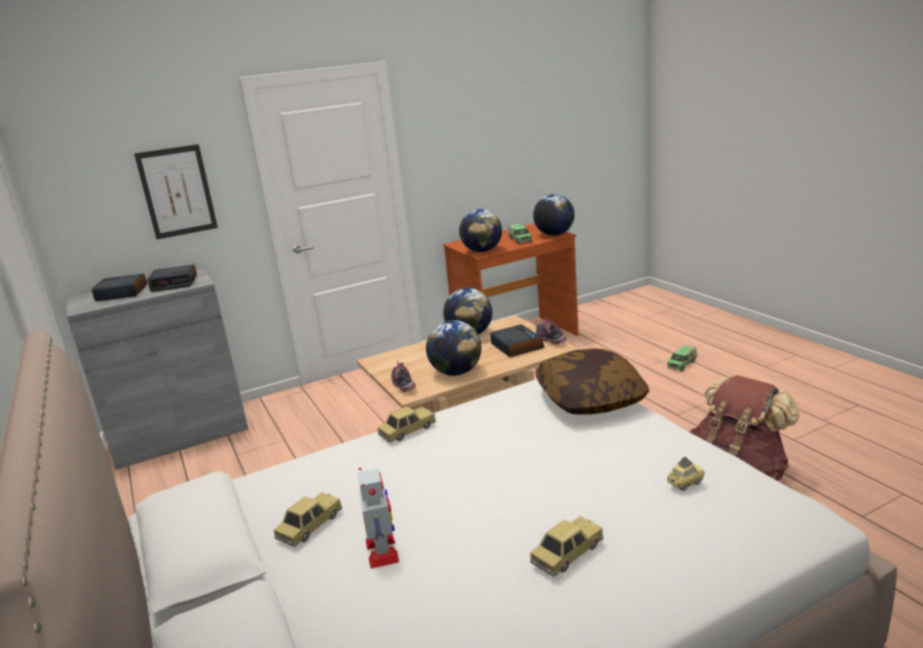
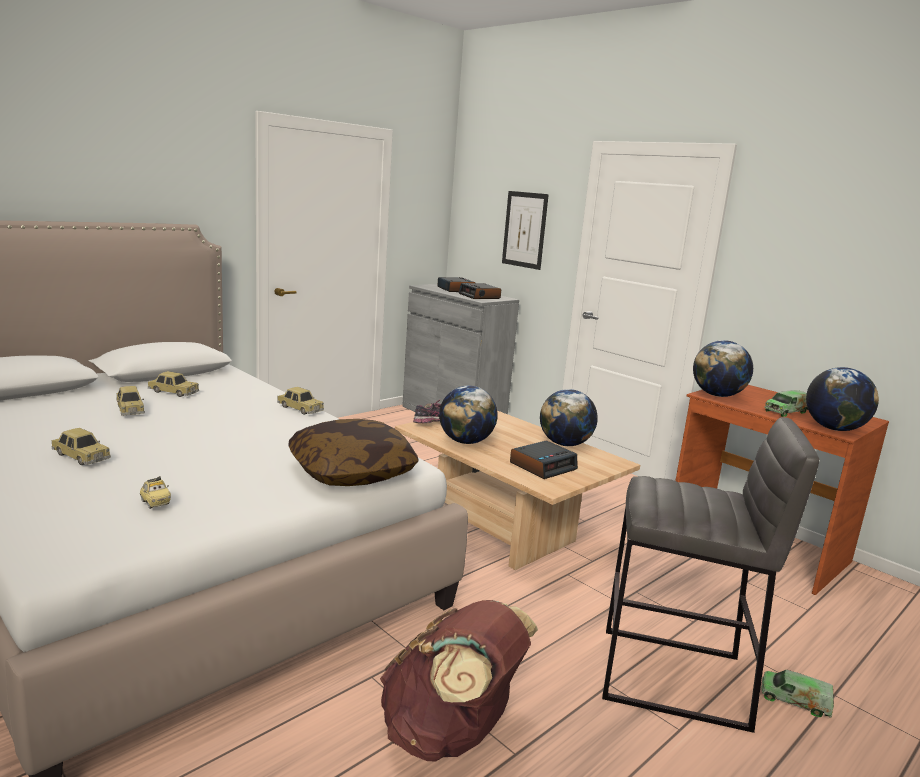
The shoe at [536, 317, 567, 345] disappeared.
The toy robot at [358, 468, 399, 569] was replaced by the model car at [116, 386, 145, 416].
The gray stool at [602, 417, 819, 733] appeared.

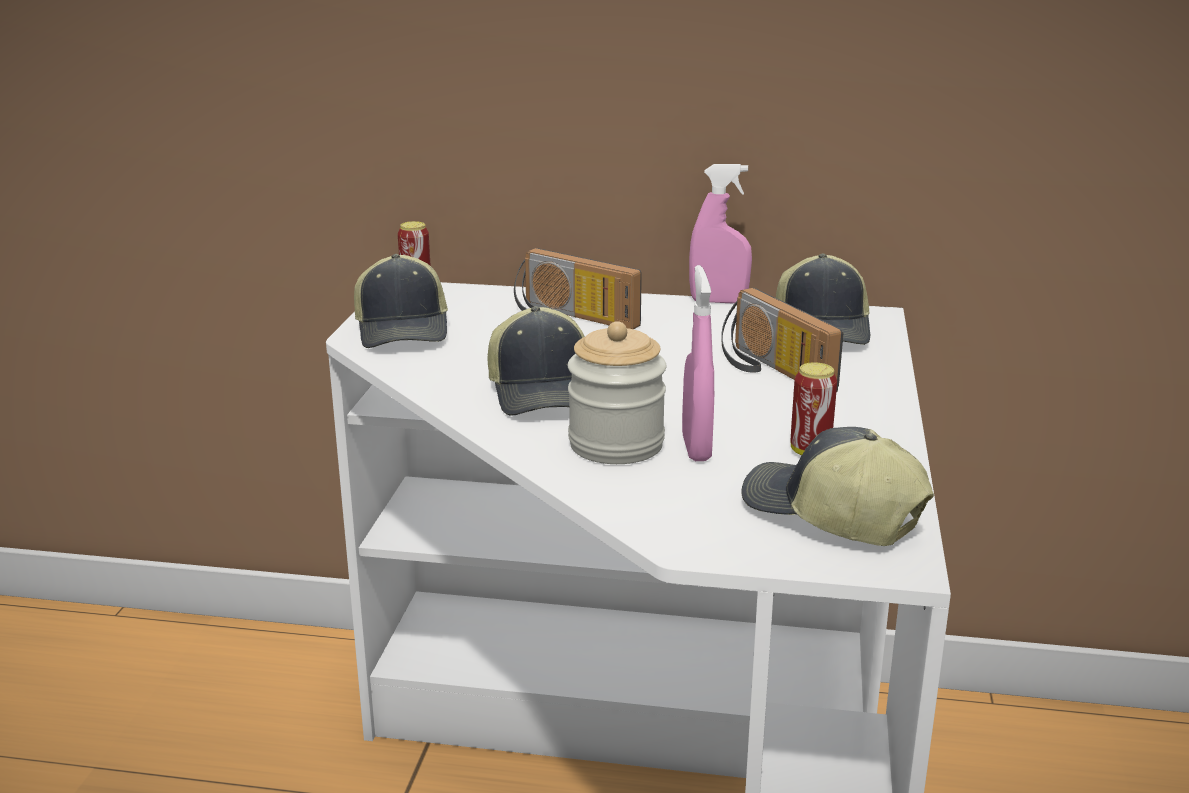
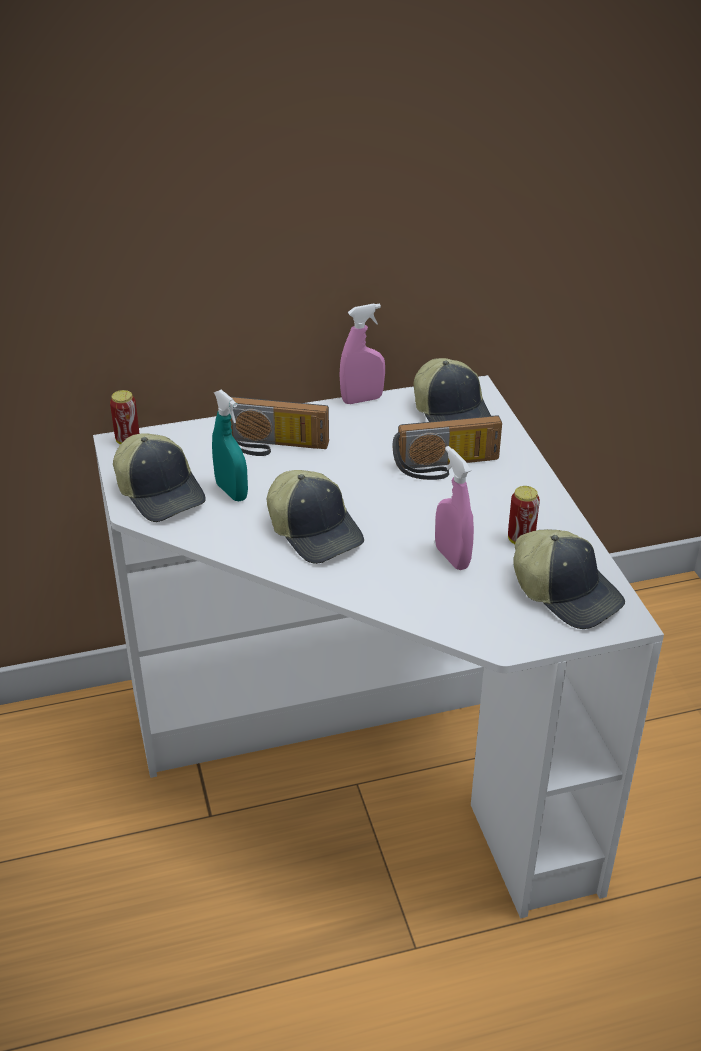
The radio set at [721, 288, 843, 392] turned 45 degrees counterclockwise.
The preserve jar at [568, 321, 667, 464] disappeared.
The baseball cap at [742, 427, 934, 546] turned 150 degrees counterclockwise.
The turquoise-coloured spray bottle at [212, 390, 248, 501] appeared.

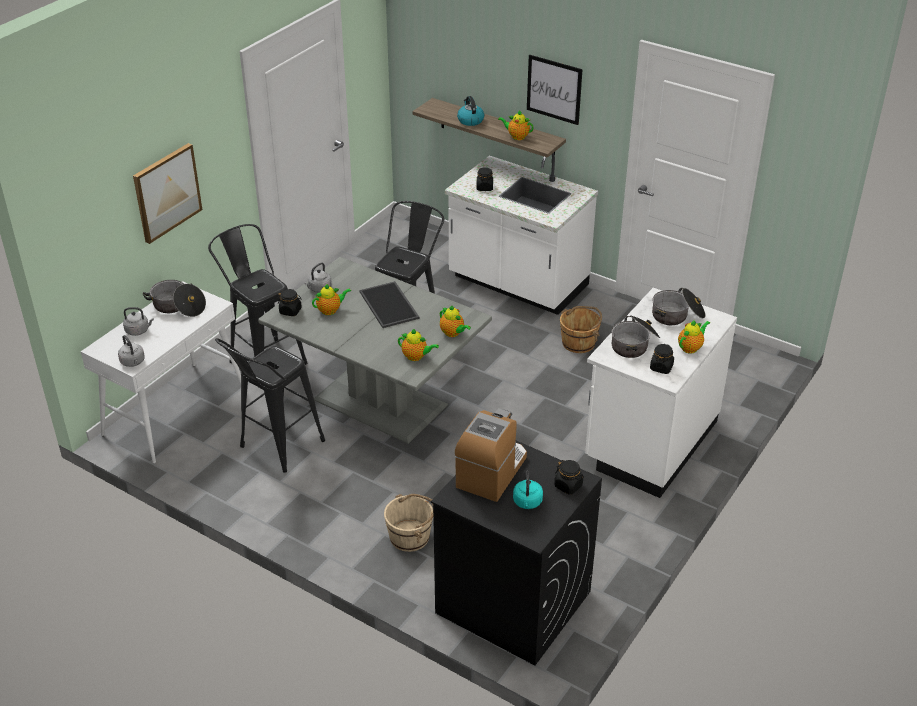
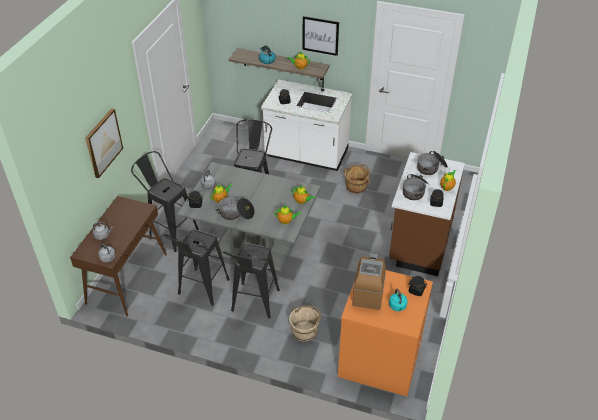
The cooking pot moved from [143, 280, 206, 317] to [215, 197, 255, 220].
The white console table at [81, 281, 241, 463] became the brown-coloured console table at [70, 196, 167, 316].
The carrying tray at [359, 281, 419, 328] disappeared.
The white counter at [585, 288, 737, 498] became the brown-coloured counter at [389, 152, 465, 276].
The blackish laundry appliance at [431, 441, 602, 665] became the orange-coloured laundry appliance at [338, 270, 433, 397].
The blackish stool at [223, 243, 280, 318] appeared.

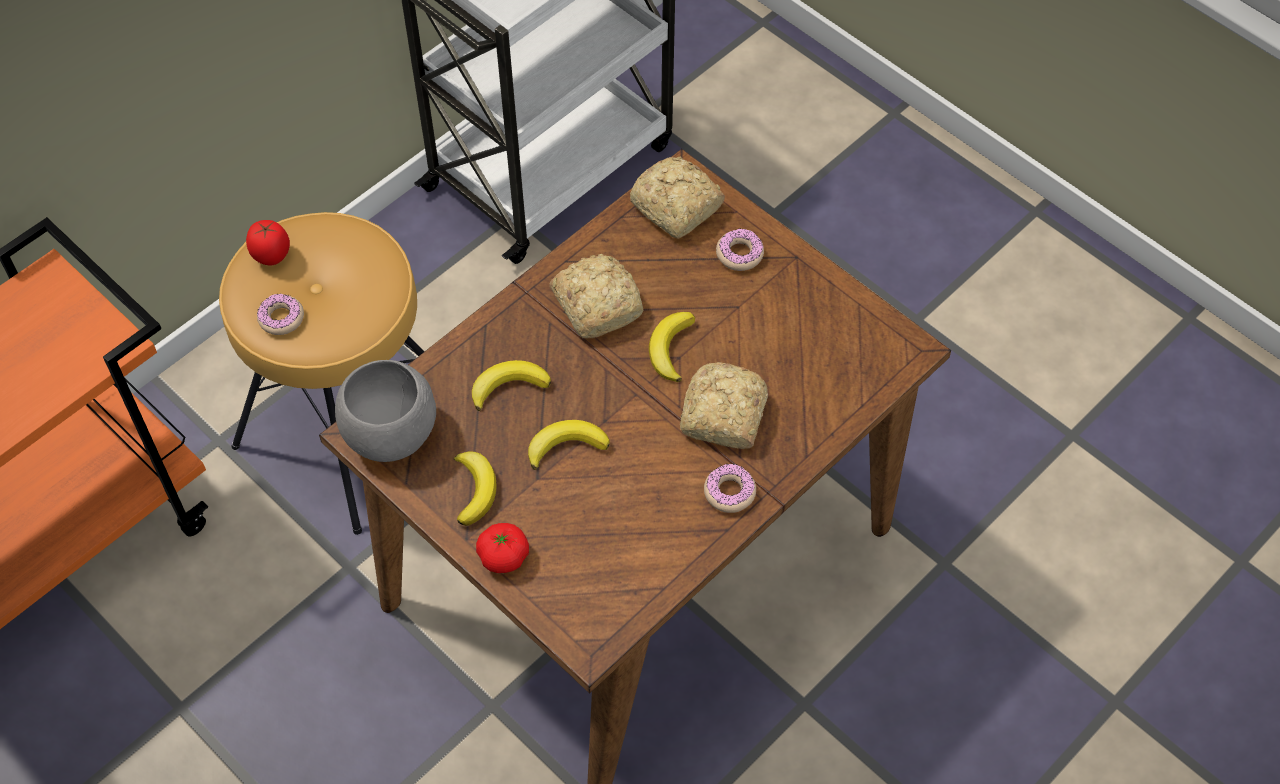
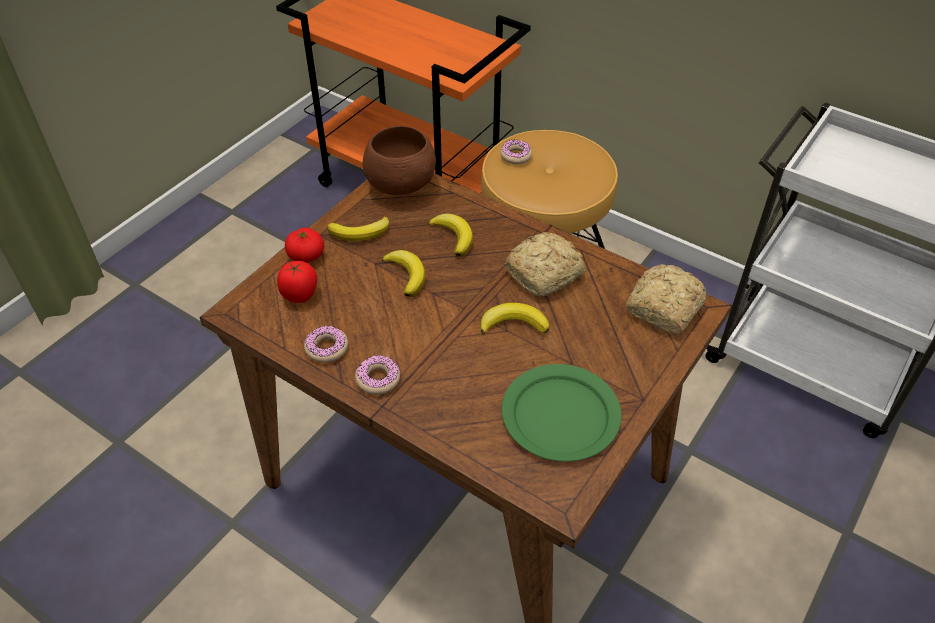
The tomato moved from [246, 220, 290, 266] to [277, 261, 317, 303].
The doughnut moved from [716, 229, 764, 271] to [304, 326, 348, 363].
The gray bowl at [335, 360, 436, 462] became the brown-coloured bowl at [363, 126, 436, 195].
The bakery bread at [680, 362, 768, 449] disappeared.
The greenish dinner plate at [502, 364, 622, 462] appeared.

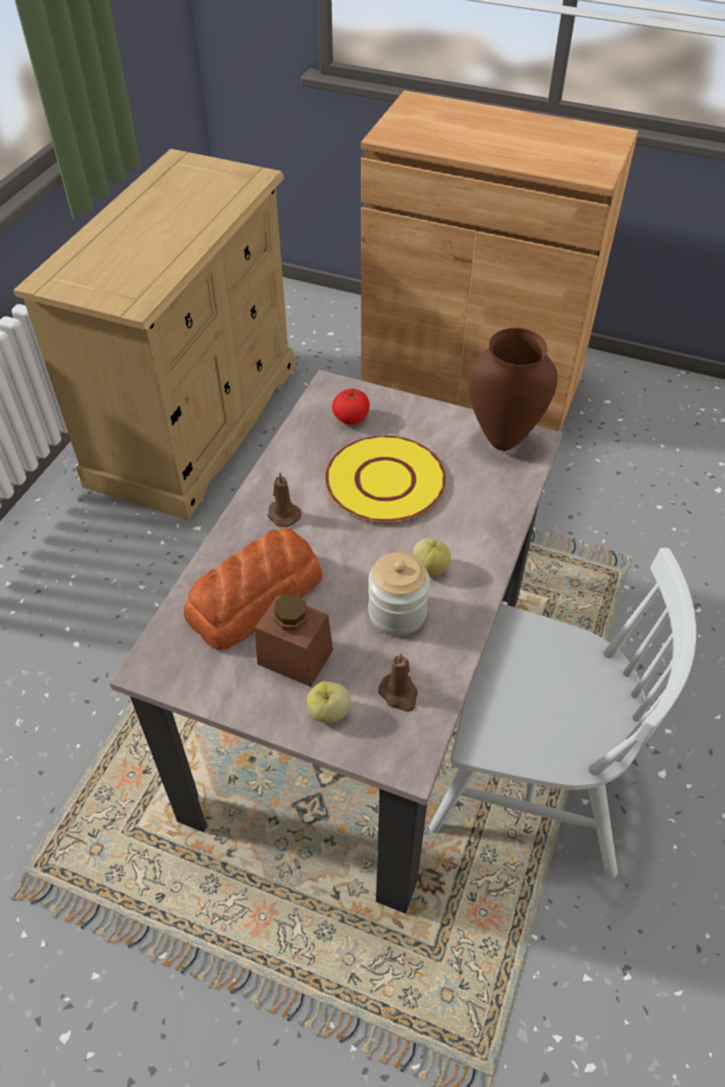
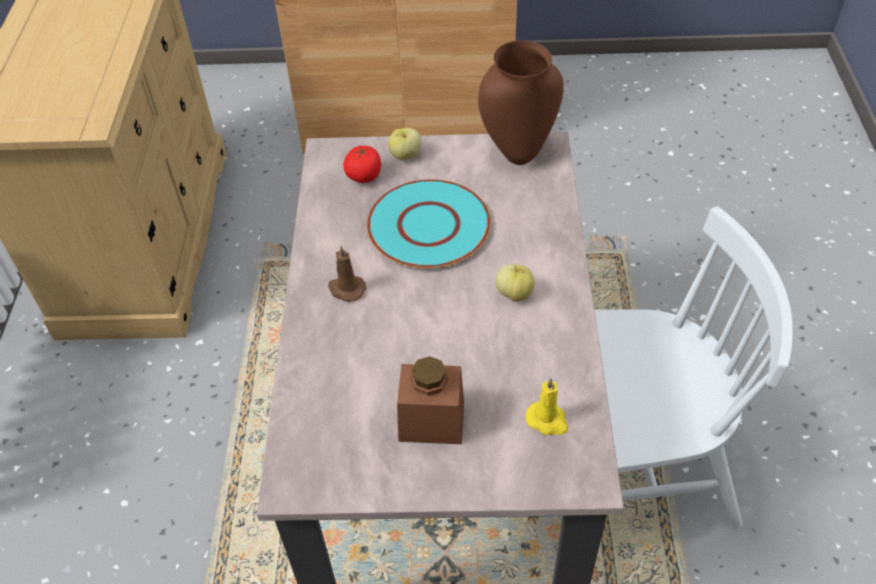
The yellow dinner plate at [325, 435, 446, 522] became the turquoise-coloured dinner plate at [367, 179, 491, 268].
The bakery bread at [184, 527, 323, 650] disappeared.
The preserve jar at [368, 552, 430, 636] disappeared.
The brown-coloured candle at [378, 653, 418, 712] became the yellow candle at [526, 378, 568, 435].
The apple moved from [307, 681, 351, 723] to [388, 128, 422, 160].

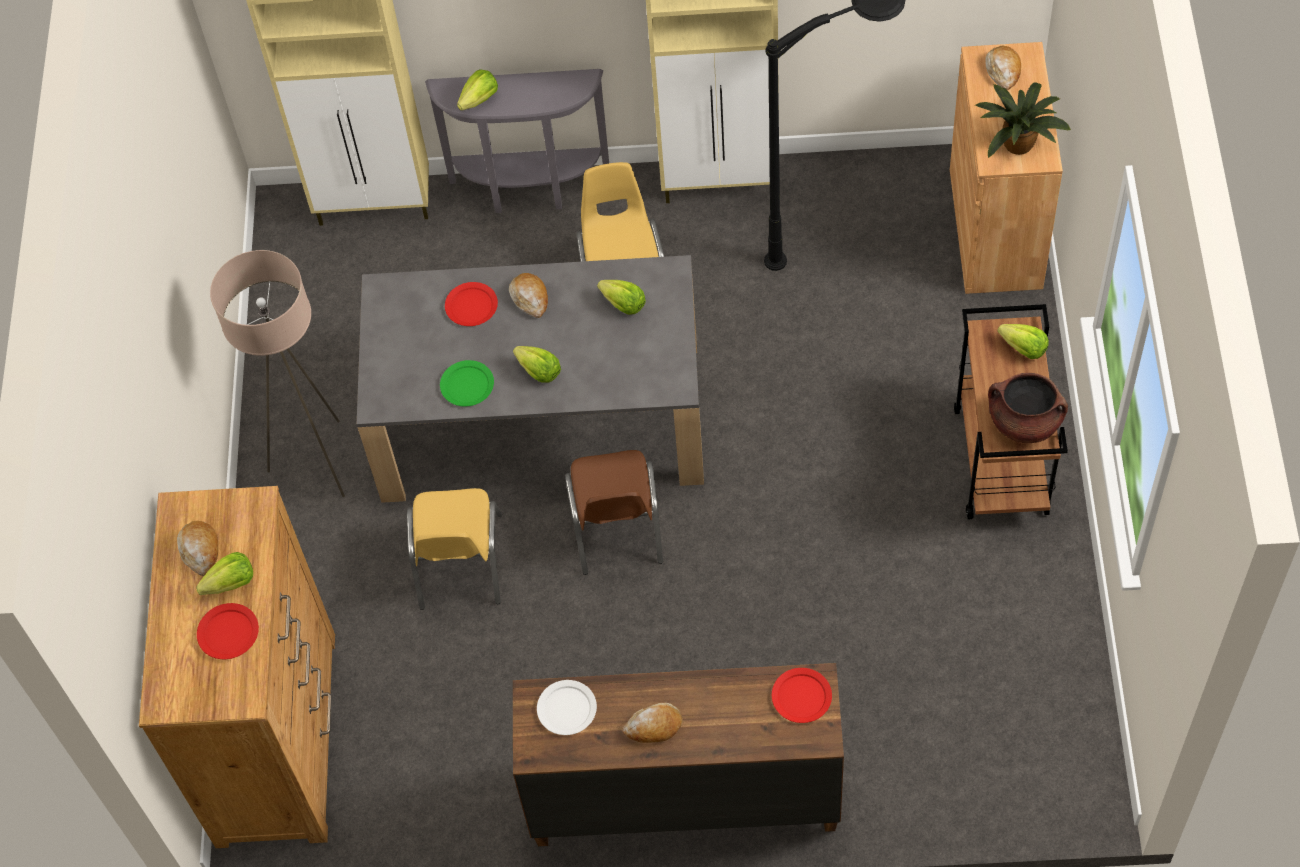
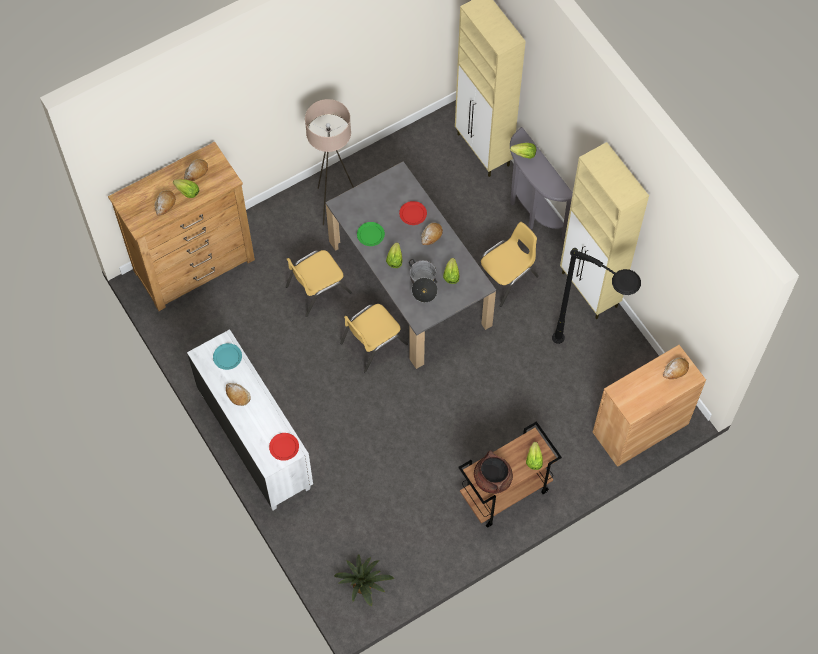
The plant in a pot moved from [975, 82, 1071, 158] to [334, 555, 394, 606].
The brown-coloured chair at [565, 450, 663, 575] became the yellow chair at [340, 304, 408, 372].
The red-coloured dinner plate at [197, 603, 259, 659] was replaced by the bakery bread at [155, 190, 176, 215].
The brown-coloured drawer chest at [513, 663, 844, 846] became the white drawer chest at [187, 329, 313, 511].
The white dinner plate at [537, 680, 597, 735] became the turquoise-coloured dinner plate at [213, 343, 242, 370].
The cooking pot at [409, 259, 438, 303] appeared.

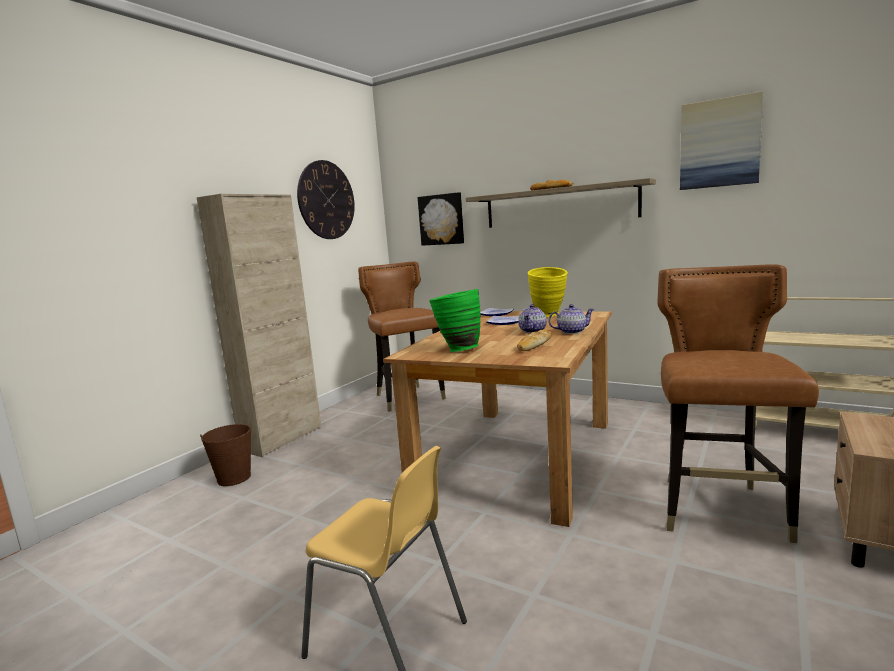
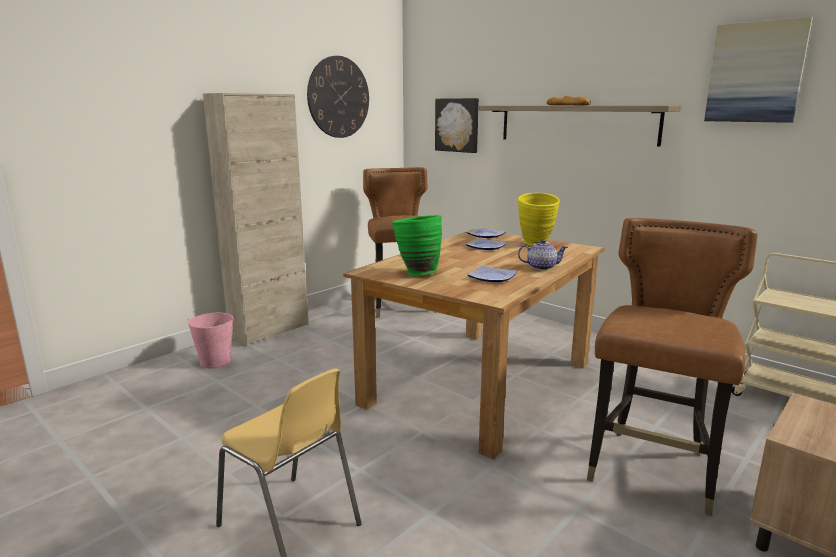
The teapot at [518, 304, 547, 333] disappeared.
The bakery bread at [517, 330, 552, 351] was replaced by the dinner plate at [467, 266, 517, 282].
The brown-coloured bucket at [200, 424, 252, 486] became the pinkish bucket at [188, 313, 233, 369].

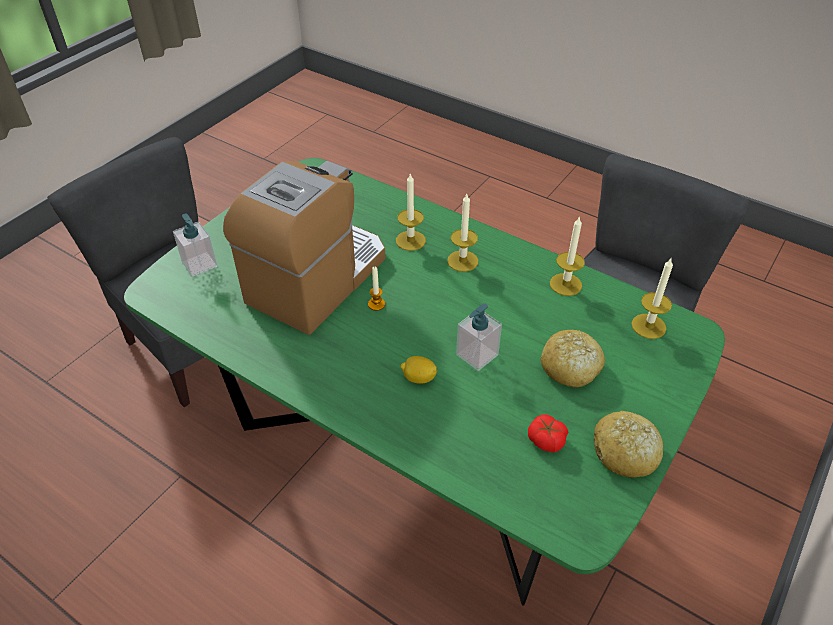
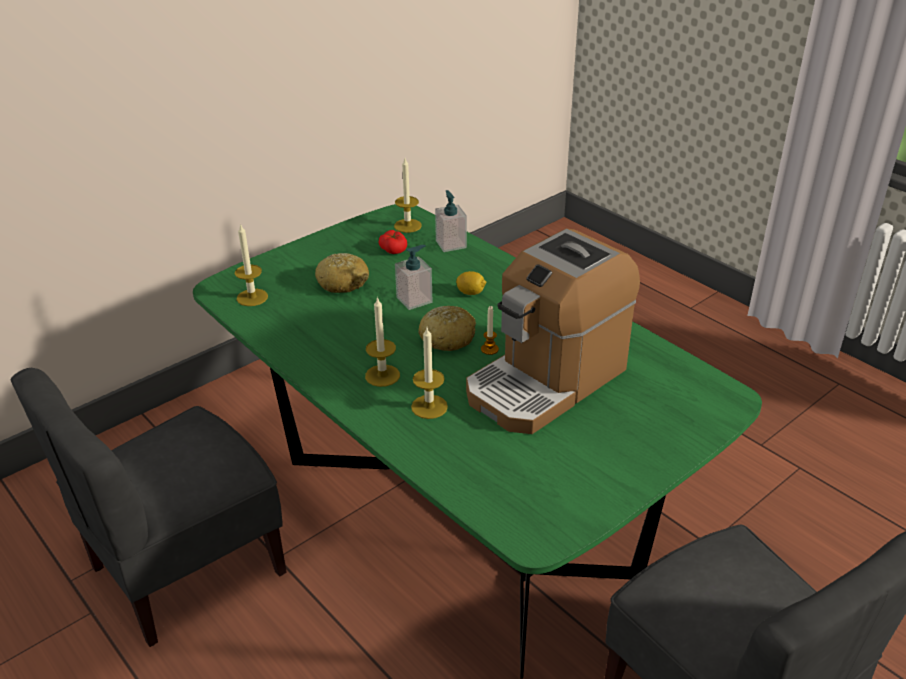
The soap dispenser moved from [173, 213, 217, 277] to [435, 190, 467, 252].
The candle moved from [550, 216, 585, 296] to [394, 158, 422, 233].
The bakery bread moved from [594, 411, 663, 477] to [418, 306, 476, 351].

